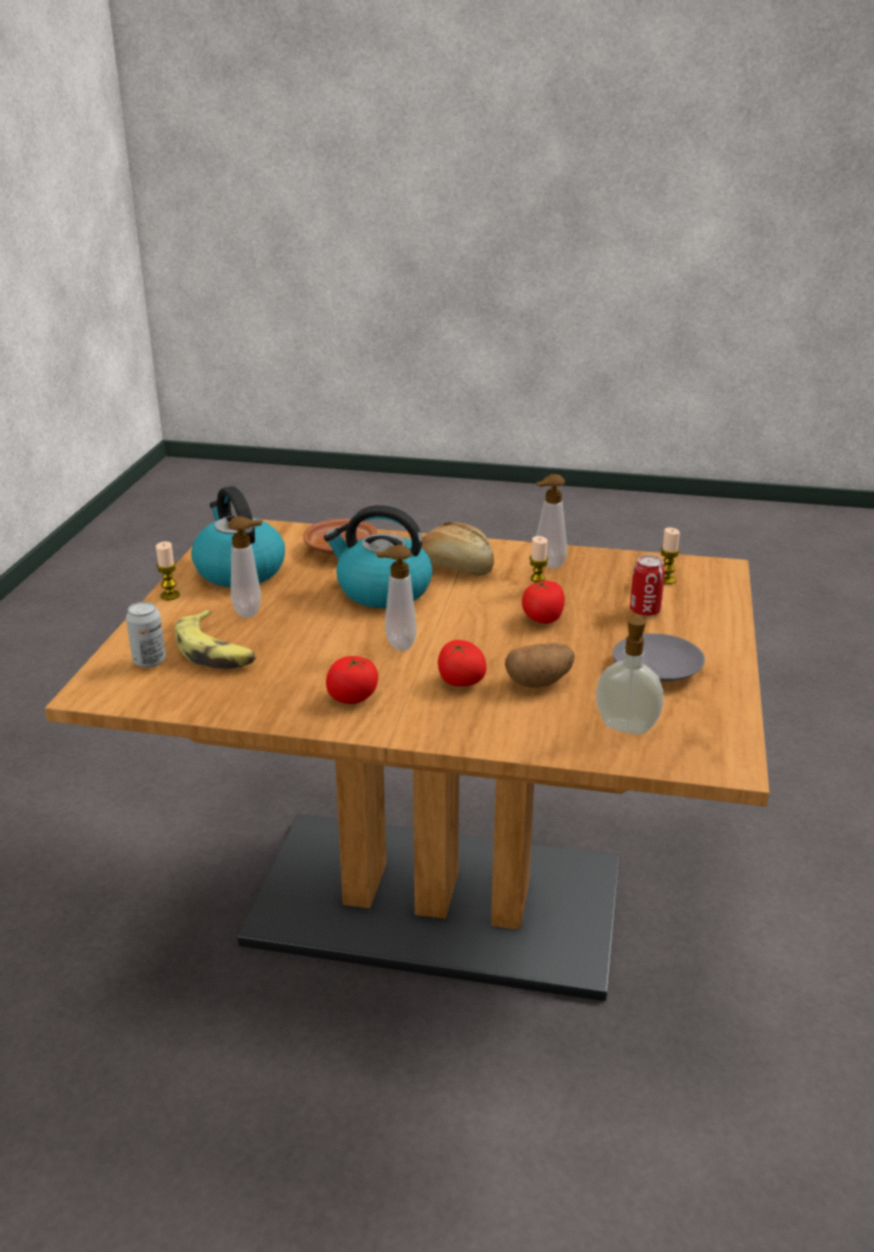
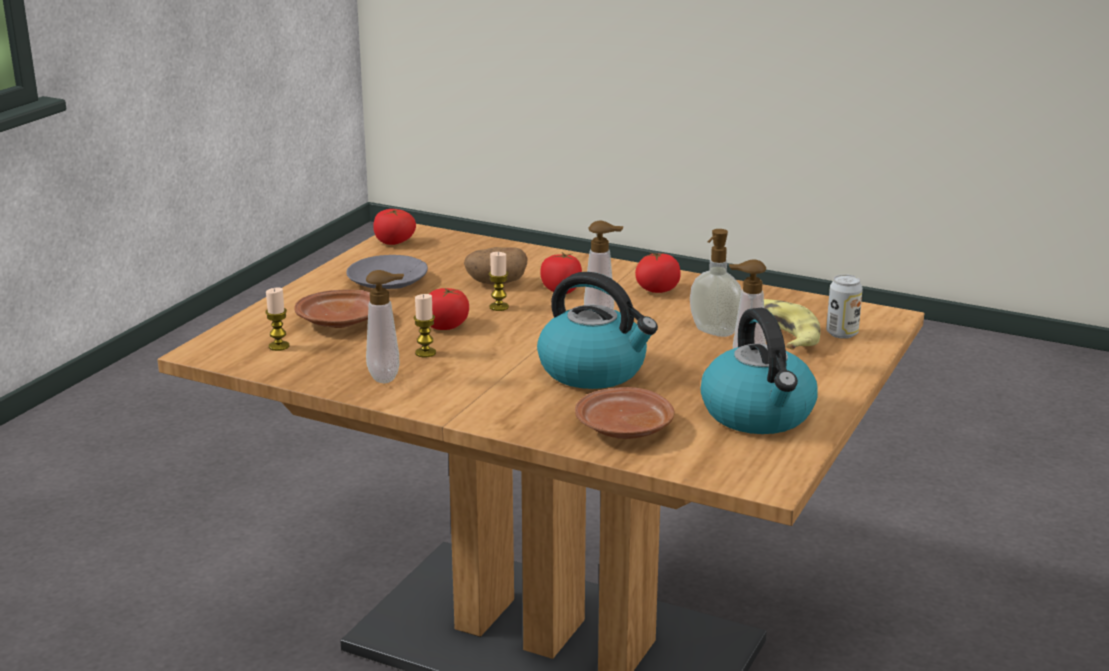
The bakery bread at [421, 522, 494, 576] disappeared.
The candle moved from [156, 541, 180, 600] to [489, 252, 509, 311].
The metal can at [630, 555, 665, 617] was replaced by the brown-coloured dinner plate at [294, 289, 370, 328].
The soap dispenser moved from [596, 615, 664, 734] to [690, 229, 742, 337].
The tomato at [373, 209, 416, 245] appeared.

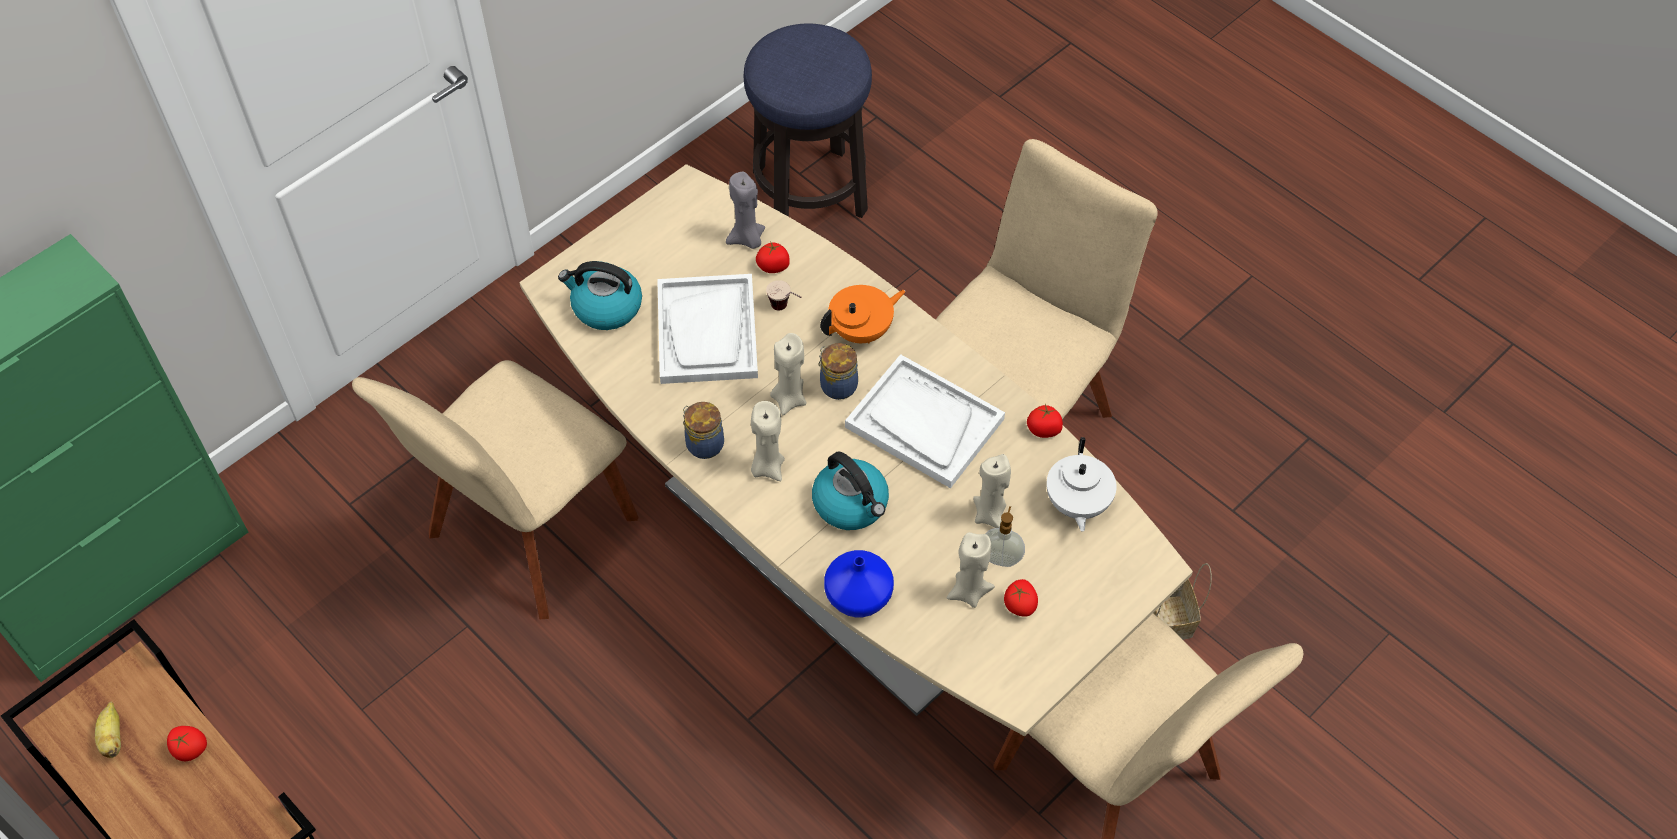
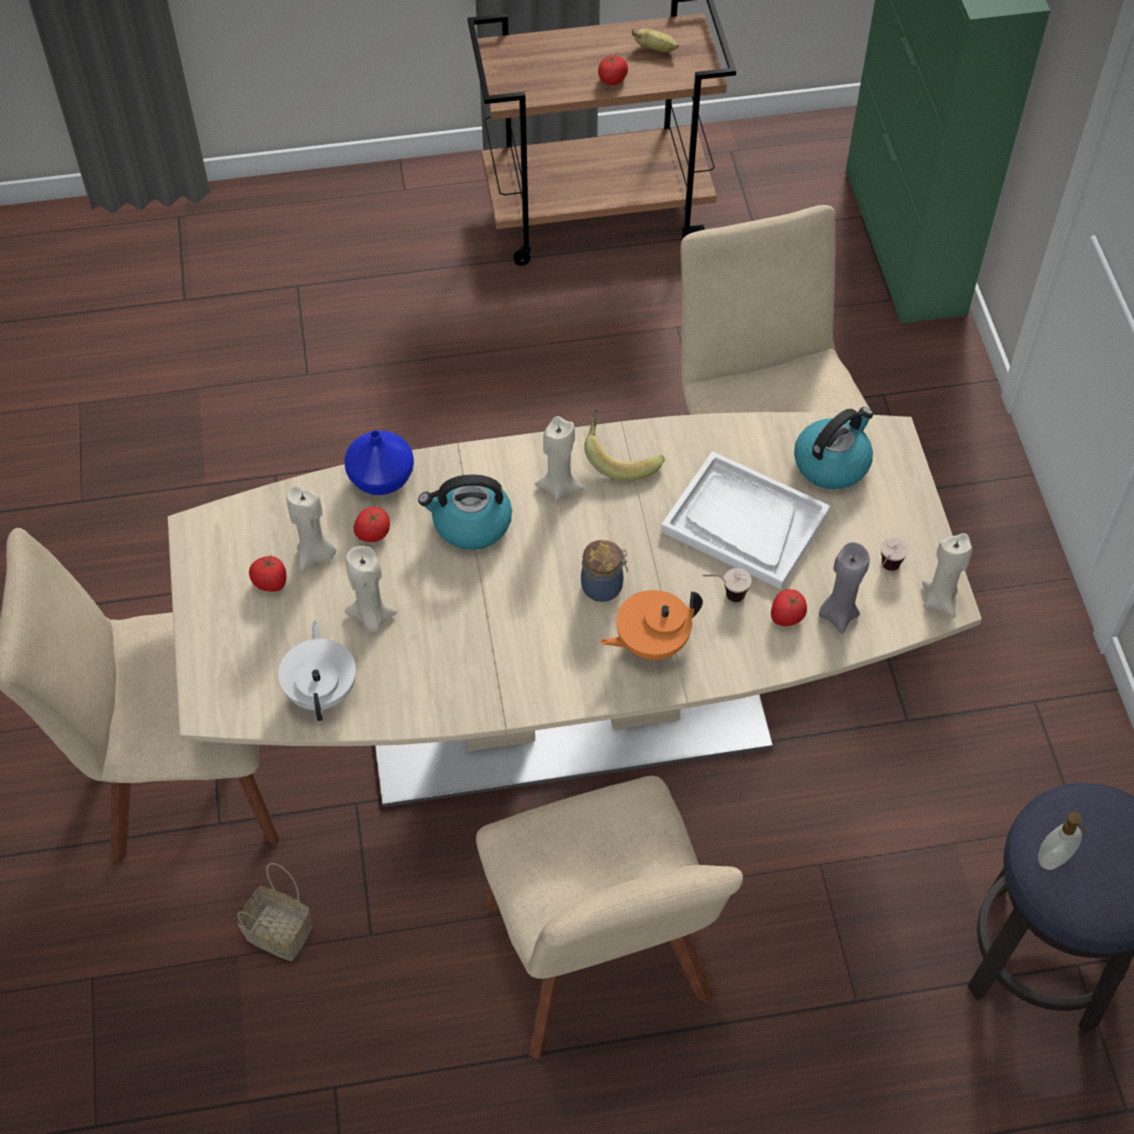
The orange-coloured teapot at [820, 285, 906, 344] turned 60 degrees clockwise.
The beige-coloured candle moved from [770, 333, 806, 415] to [922, 533, 972, 618].
The white carrying tray at [845, 354, 1005, 488] disappeared.
The preserve jar at [683, 402, 724, 459] was replaced by the banana at [584, 408, 665, 481].
The tomato moved from [1027, 404, 1063, 438] to [354, 507, 390, 542].
The white teapot at [1046, 437, 1117, 532] turned 45 degrees clockwise.
The soap dispenser moved from [985, 506, 1025, 567] to [1038, 812, 1088, 870].
The cup at [881, 537, 909, 571] appeared.

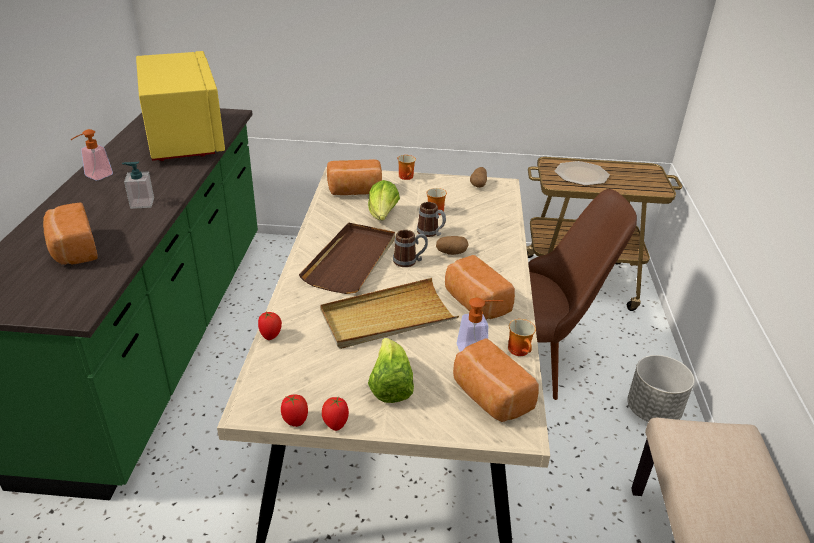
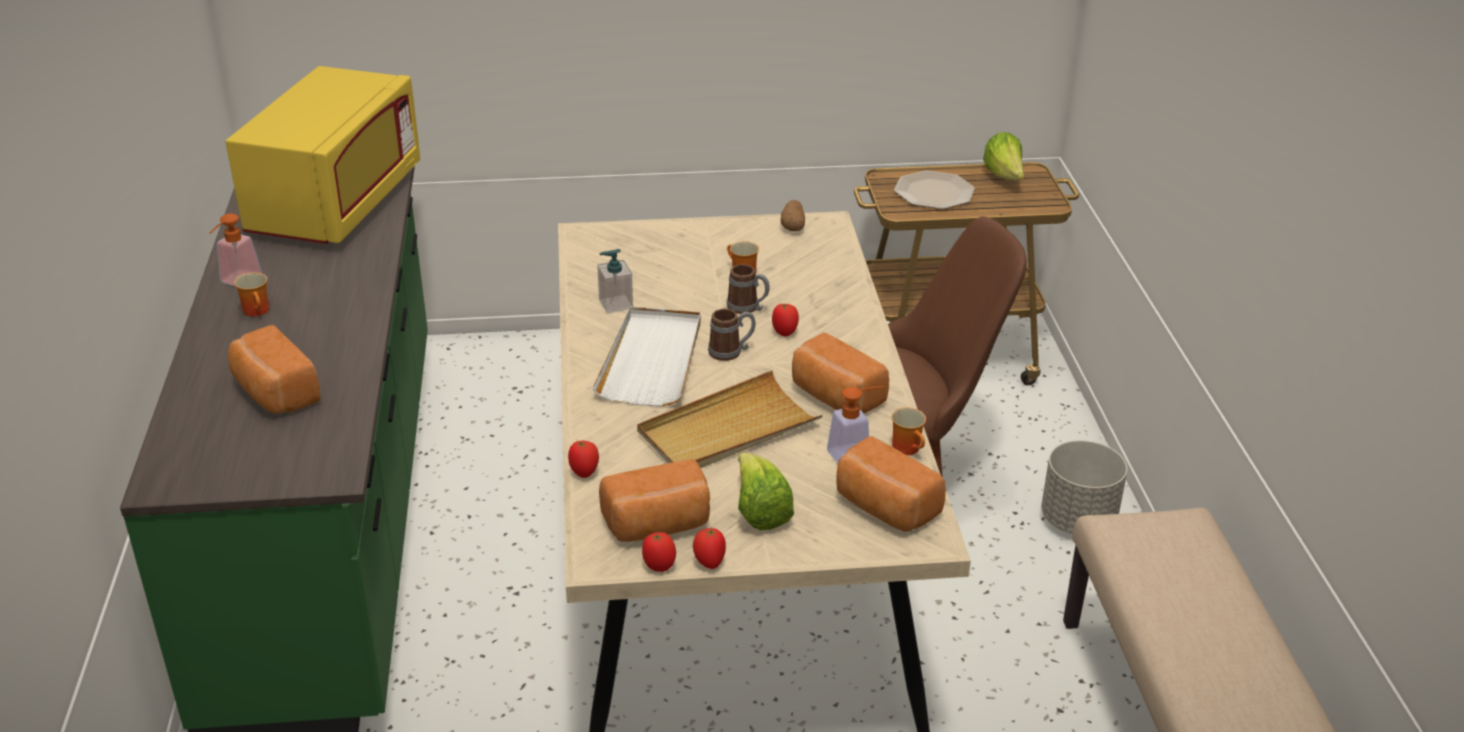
The yellow microwave oven at [136, 51, 225, 161] turned 45 degrees clockwise.
The mug moved from [397, 155, 416, 180] to [234, 272, 269, 316].
The bakery bread moved from [327, 159, 382, 195] to [599, 459, 710, 542].
The soap dispenser moved from [122, 162, 154, 209] to [597, 249, 633, 313].
The lettuce head moved from [368, 180, 400, 220] to [983, 132, 1025, 180].
The brown-coloured carrying tray at [299, 223, 395, 294] became the white carrying tray at [592, 307, 701, 406].
The whole potato at [436, 236, 469, 255] was replaced by the tomato at [772, 304, 799, 337].

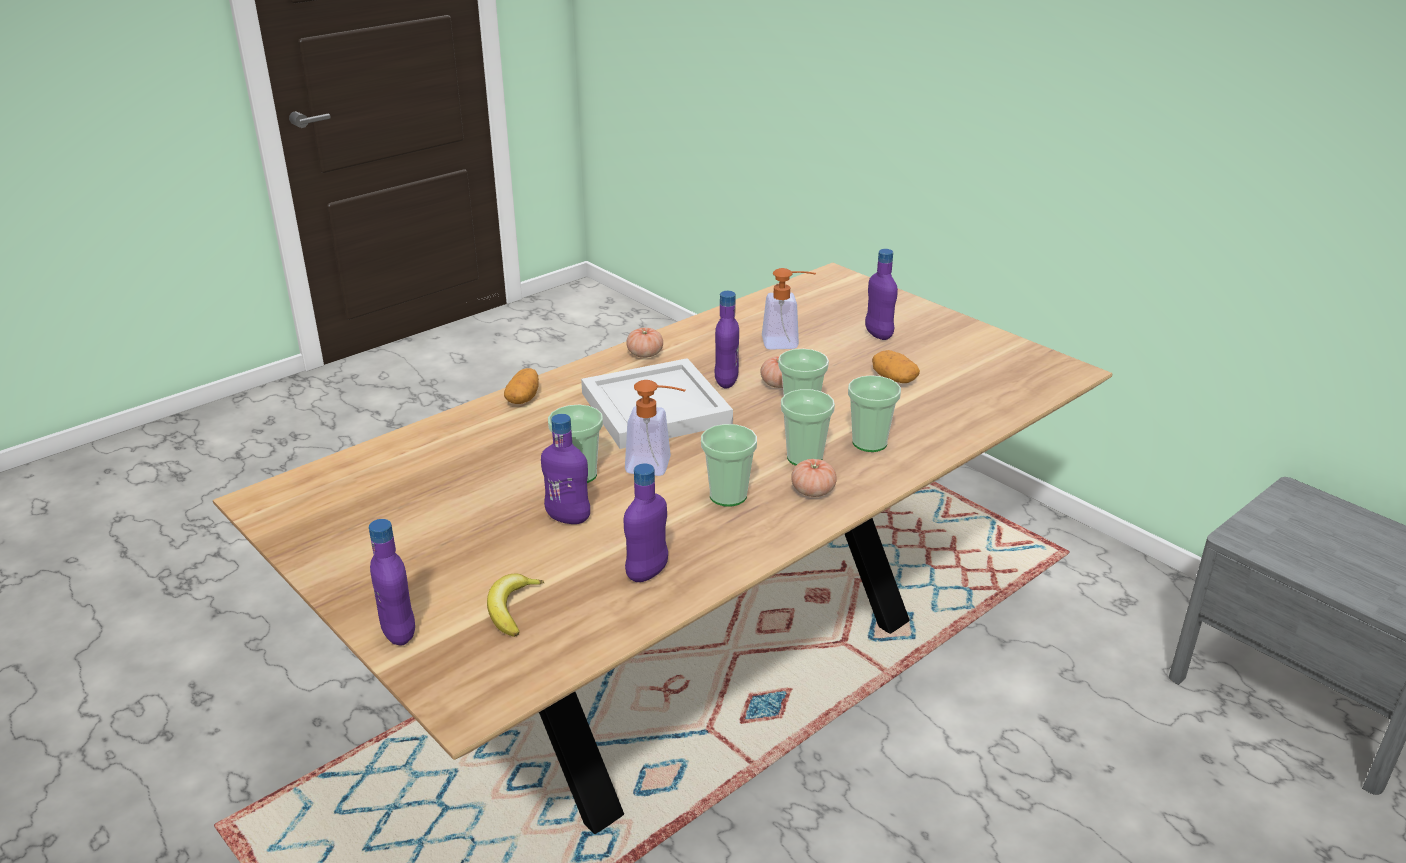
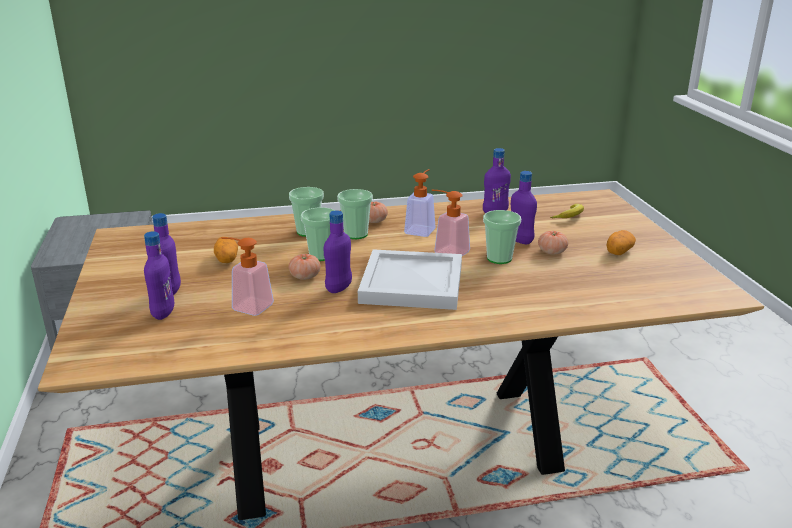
The tomato moved from [626, 328, 663, 358] to [538, 231, 568, 255].
The whole potato moved from [504, 368, 539, 404] to [607, 230, 636, 255].
The cup at [701, 424, 757, 506] was replaced by the soap dispenser at [404, 169, 436, 237].
The purple-coloured drink bottle moved from [369, 519, 415, 645] to [144, 232, 174, 320].

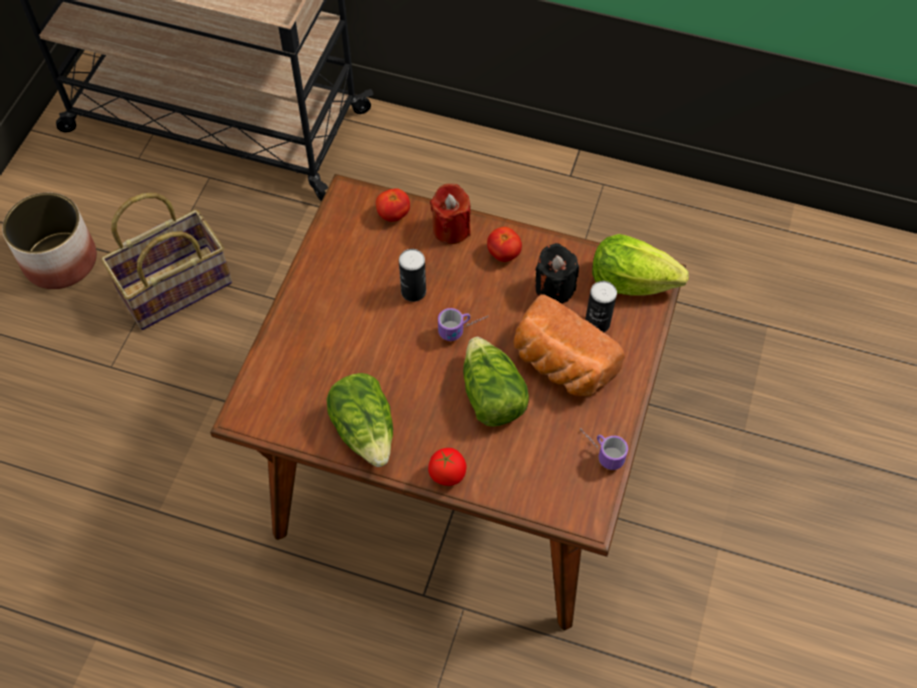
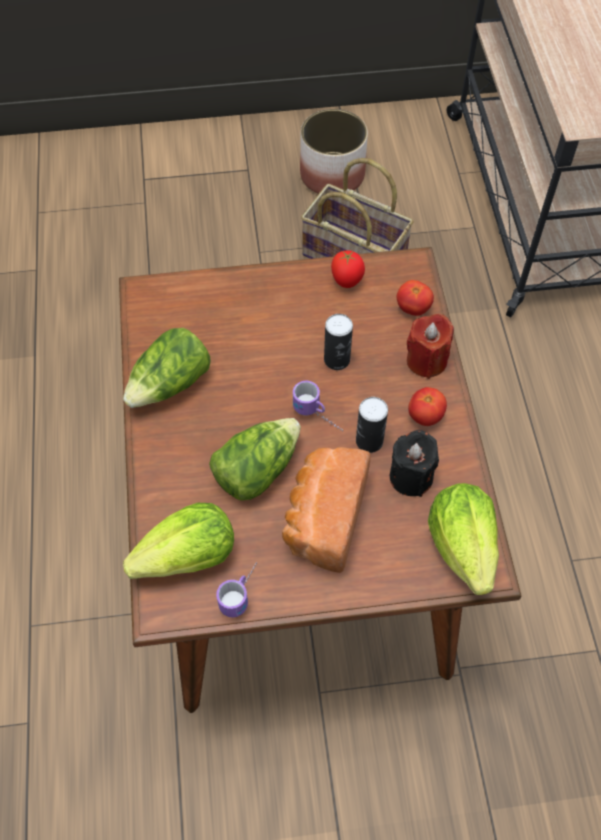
The metal can moved from [585, 281, 617, 332] to [356, 397, 388, 453].
The tomato moved from [428, 448, 466, 486] to [331, 251, 365, 288].
The lettuce head at [123, 503, 234, 579] appeared.

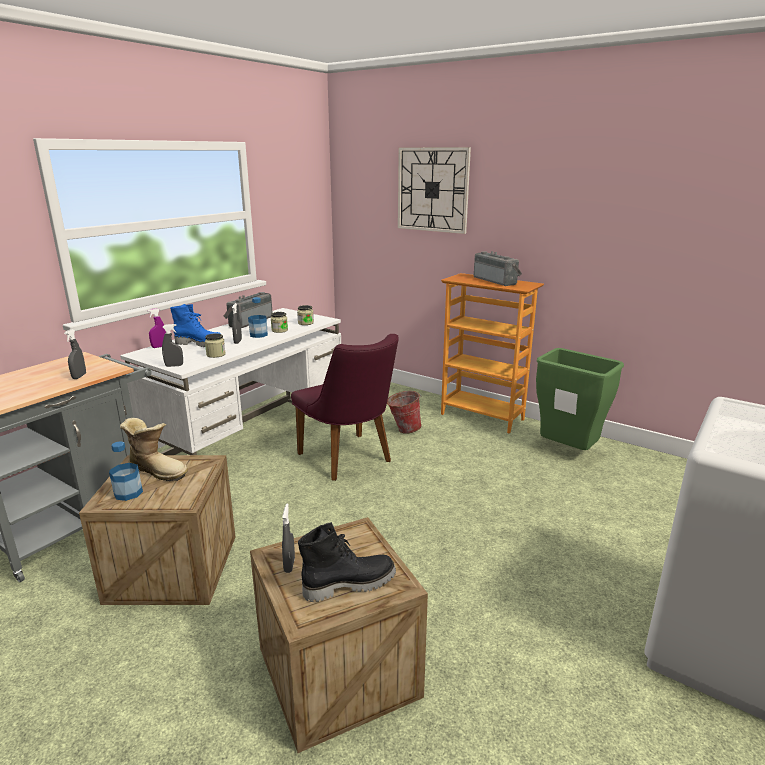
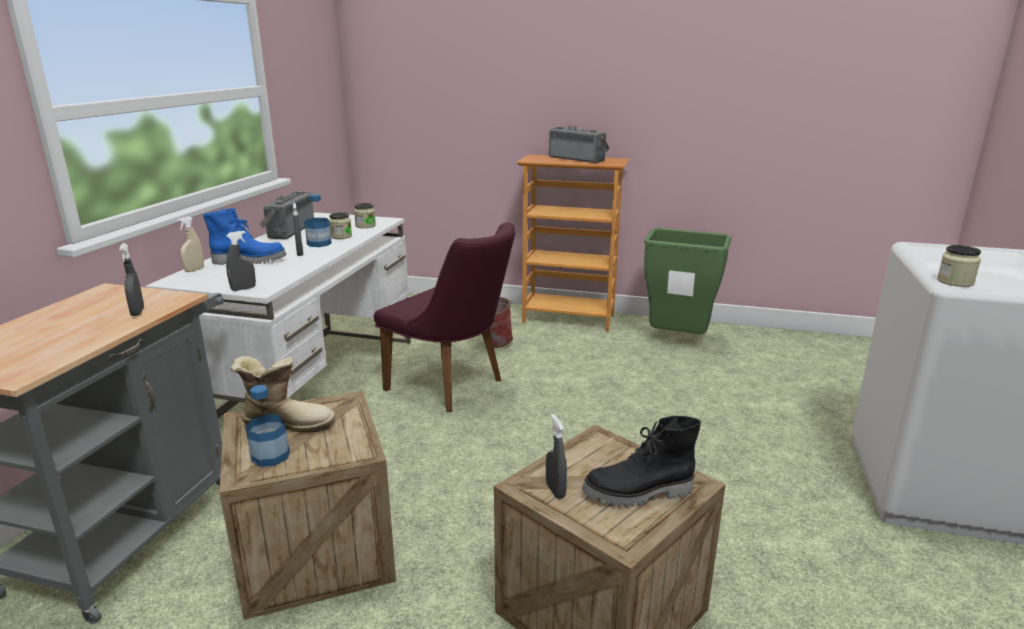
The clock on the wall at [398, 147, 471, 234] disappeared.
The purple-coloured spray bottle at [147, 308, 166, 348] became the beige-coloured spray bottle at [177, 216, 204, 272].
The preserve jar moved from [205, 333, 226, 358] to [937, 245, 981, 287].
The blackish tall boot at [298, 522, 396, 602] turned 150 degrees counterclockwise.

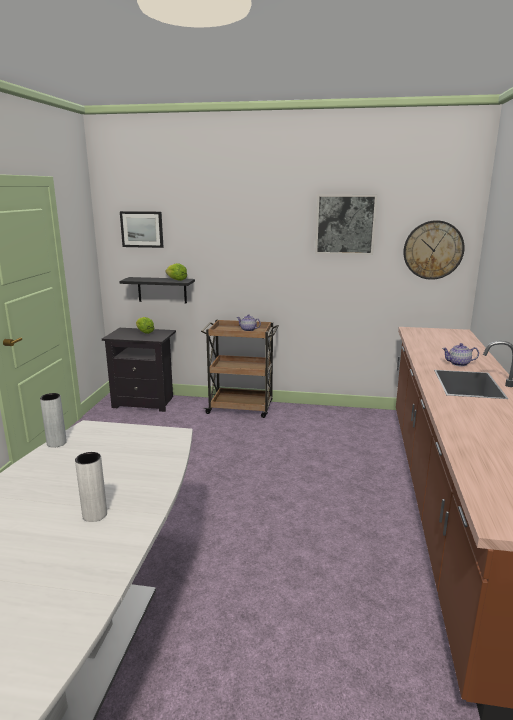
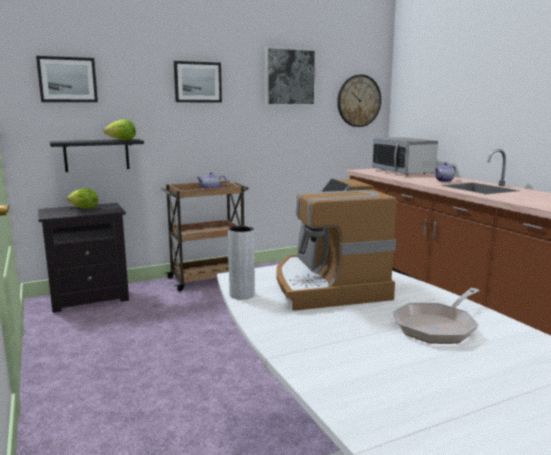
The white vase at [75, 452, 107, 522] was replaced by the pan at [393, 288, 480, 344].
The wall art at [174, 61, 222, 103] appeared.
The microwave oven at [372, 137, 438, 175] appeared.
The coffee maker at [276, 178, 396, 311] appeared.

